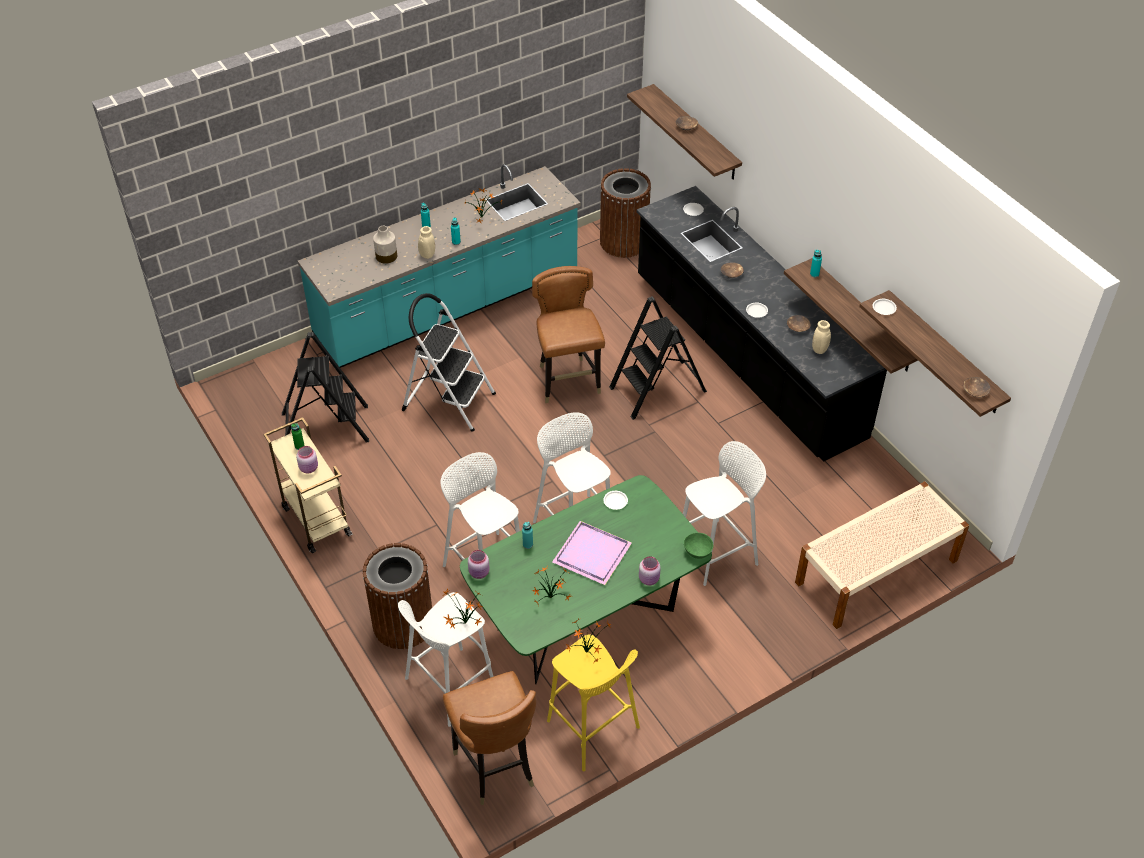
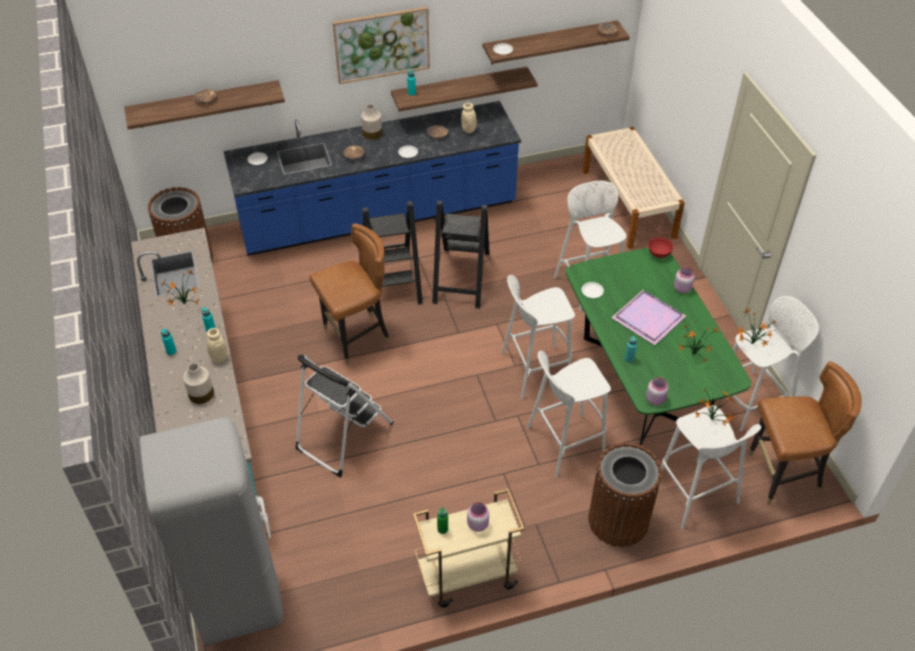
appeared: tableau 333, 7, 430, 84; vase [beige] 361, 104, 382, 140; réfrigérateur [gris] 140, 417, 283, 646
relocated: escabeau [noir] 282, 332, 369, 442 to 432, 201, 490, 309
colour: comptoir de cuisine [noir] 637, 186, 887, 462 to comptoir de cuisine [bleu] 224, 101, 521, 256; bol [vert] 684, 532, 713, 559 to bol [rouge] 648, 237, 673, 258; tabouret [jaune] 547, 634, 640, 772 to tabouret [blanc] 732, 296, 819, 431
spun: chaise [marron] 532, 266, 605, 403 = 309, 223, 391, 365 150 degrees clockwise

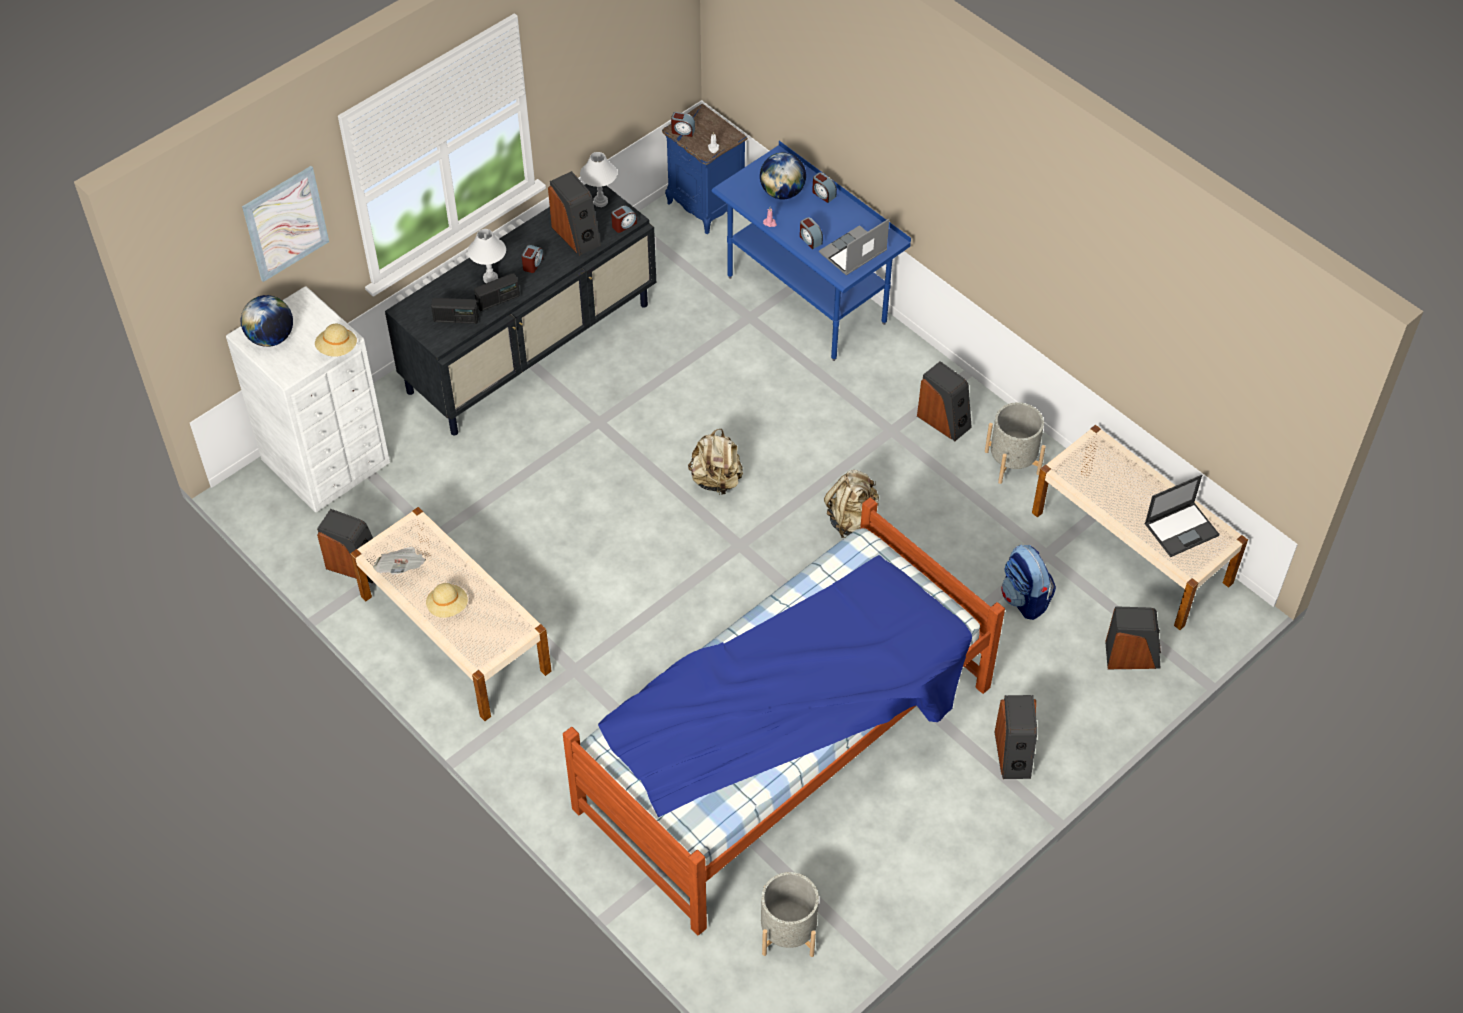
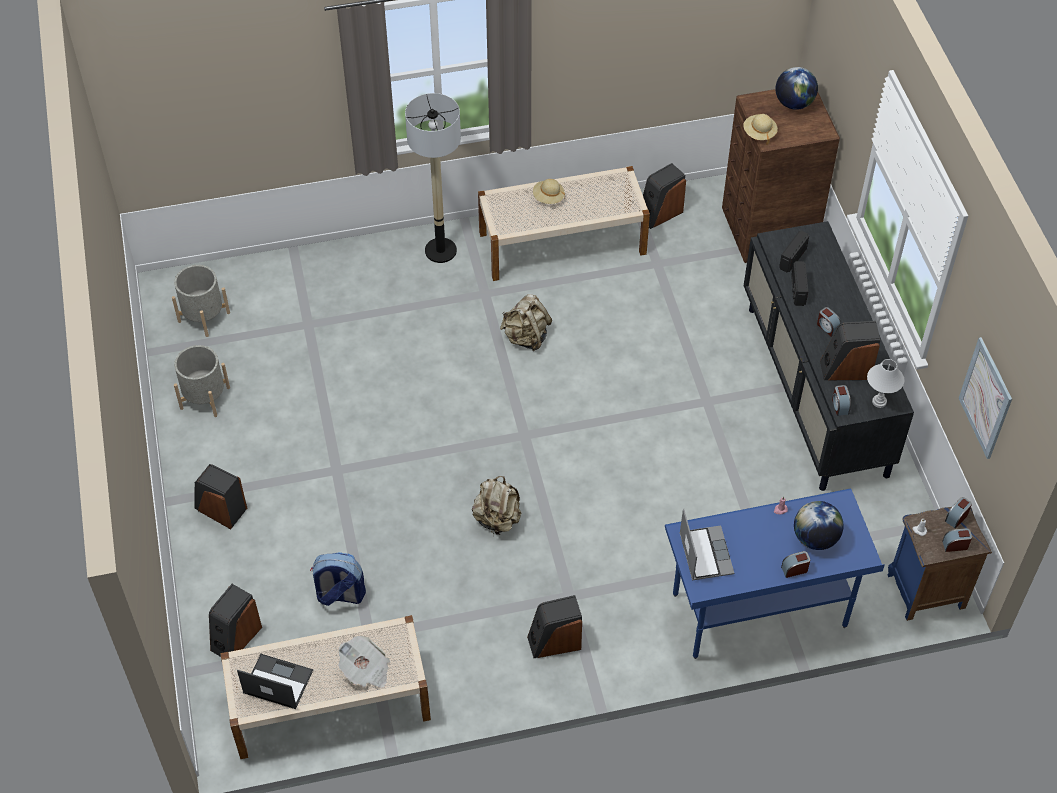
missing: lampe de table [blanc] 468, 229, 506, 283; lit 563, 497, 1005, 935
appeared: lampadaire 405, 93, 461, 263
relocated: tableau 242, 166, 329, 282 to 959, 337, 1012, 459; réveil 800, 217, 823, 249 to 943, 528, 972, 552; cache-pot [gris] 985, 402, 1046, 484 to 174, 345, 230, 417; sac à dos [beige] 688, 429, 743, 495 to 500, 294, 552, 351; journal 373, 546, 426, 575 to 338, 636, 390, 688
colour: commode [blanc] 226, 286, 390, 512 to commode [marron] 722, 89, 840, 263
spun: ordinateur portable 1144, 475, 1220, 557 = 237, 654, 313, 709 105 degrees clockwise

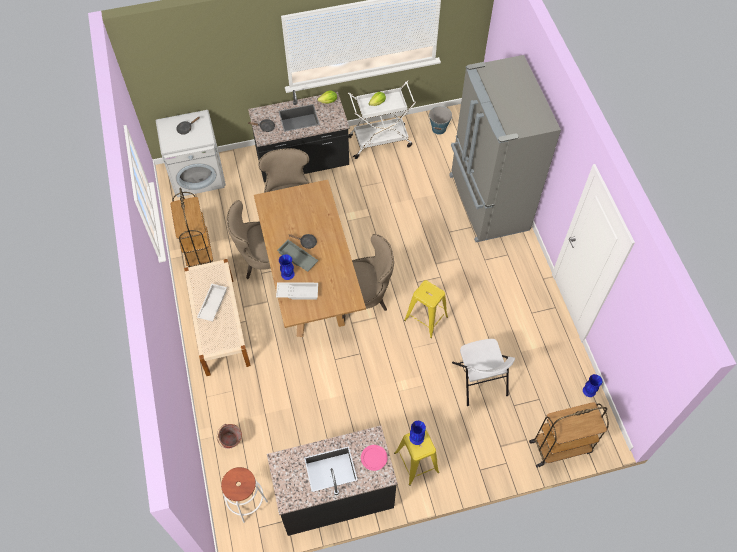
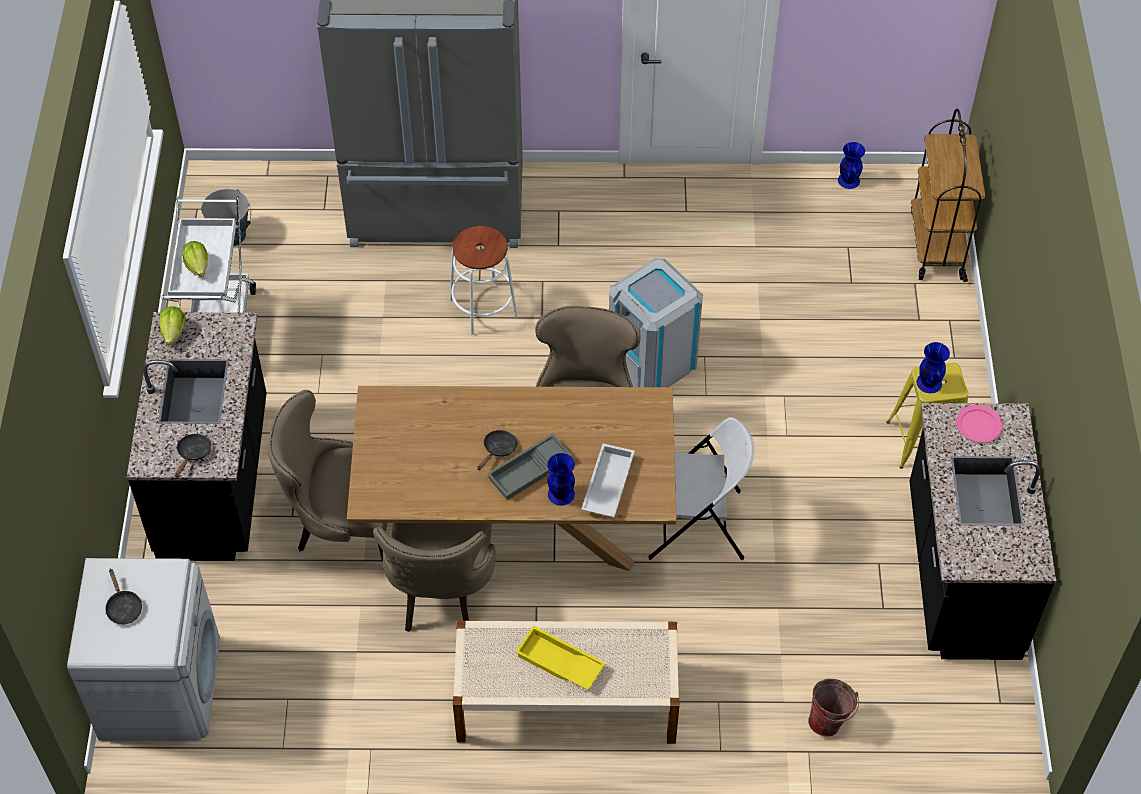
missing: chariot [marron] 171, 188, 213, 267
relocated: chaise [blanc] 452, 339, 515, 406 to 648, 417, 754, 561; tabouret [blanc] 221, 467, 268, 523 to 450, 226, 518, 335
exchanged: tabouret [jaune] 404, 280, 448, 338 to poubelle [gris] 609, 258, 703, 387
colour: plateau [blanc] 197, 284, 227, 322 to plateau [jaune] 516, 625, 606, 690

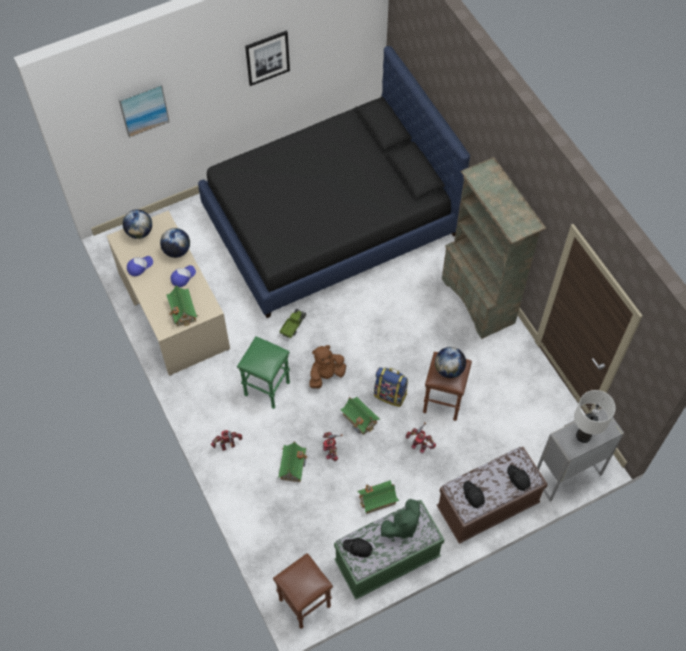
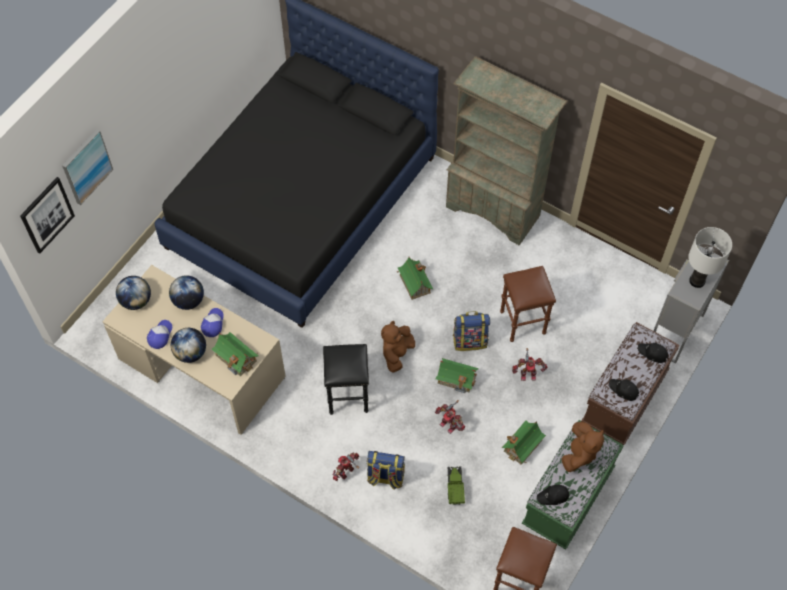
appeared: sac à dos 367, 451, 405, 490
relocated: tableau 245, 31, 290, 86 to 20, 177, 75, 254; camion jouet 280, 309, 306, 338 to 447, 466, 465, 505; globe 435, 347, 466, 378 to 171, 328, 206, 363; maison miniature 278, 440, 307, 482 to 397, 257, 433, 300
colour: tabouret [vert] 237, 336, 290, 409 to tabouret [noir] 323, 344, 369, 415; peluche [vert] 381, 499, 421, 538 to peluche [marron] 562, 421, 604, 472

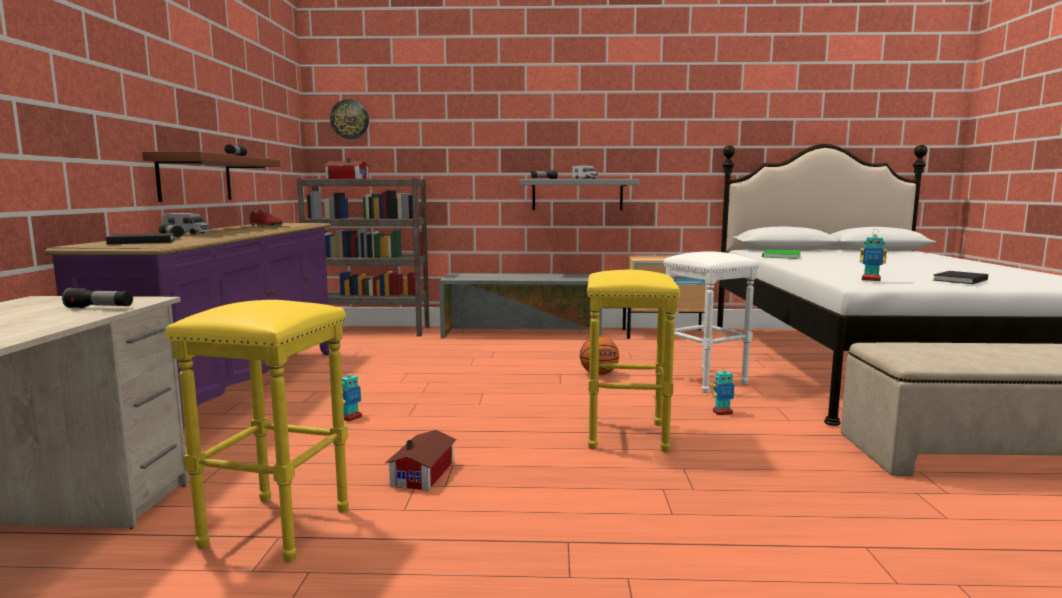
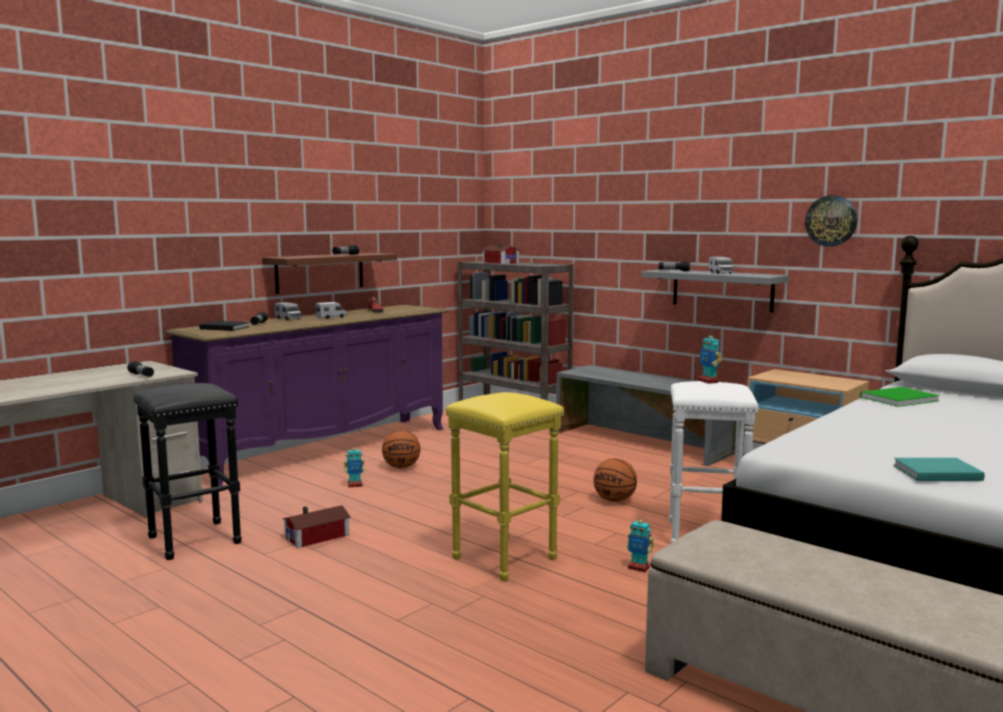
appeared: camion jouet 315, 302, 347, 319; ballon de basket 382, 430, 420, 469
relocated: horloge murale 330, 99, 369, 139 to 805, 195, 857, 246; robot jouet 860, 229, 887, 281 to 698, 335, 722, 384
colour: livre [noir] 933, 271, 988, 284 to livre [turquoise] 893, 458, 985, 481; tabouret [jaune] 166, 300, 349, 562 to tabouret [noir] 134, 383, 242, 560

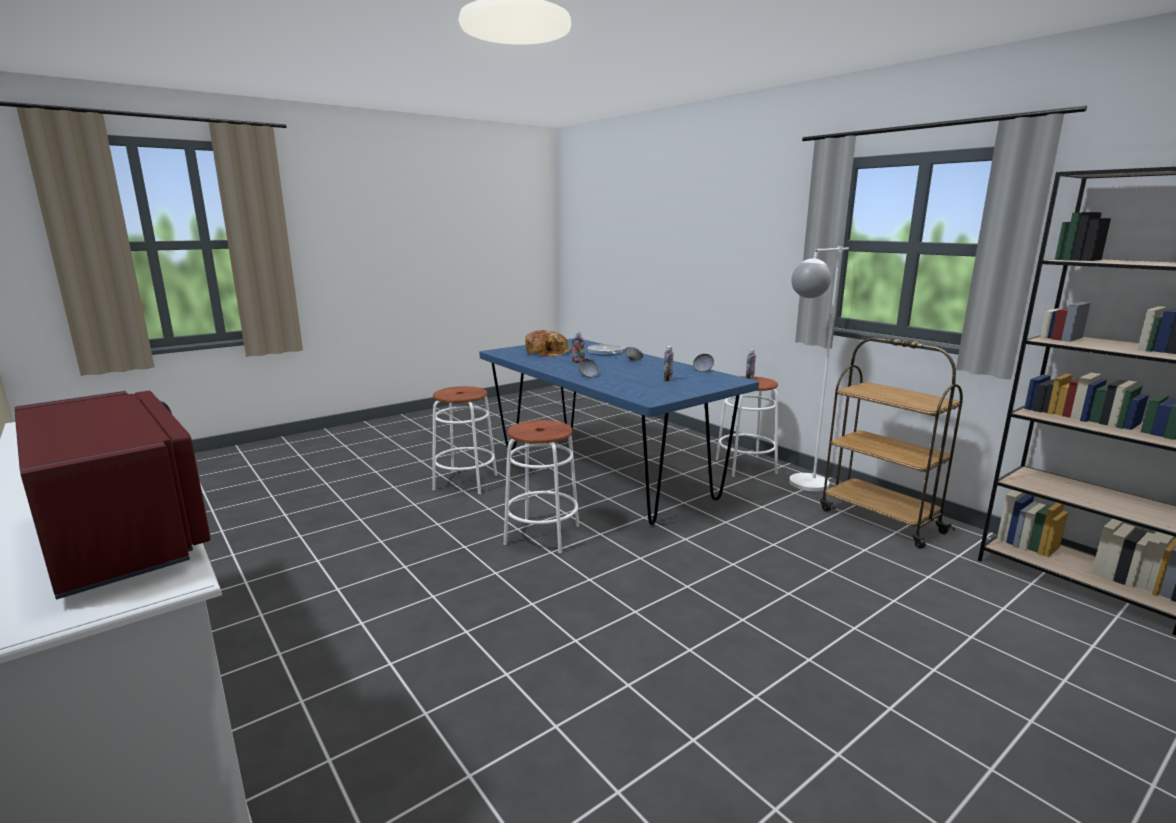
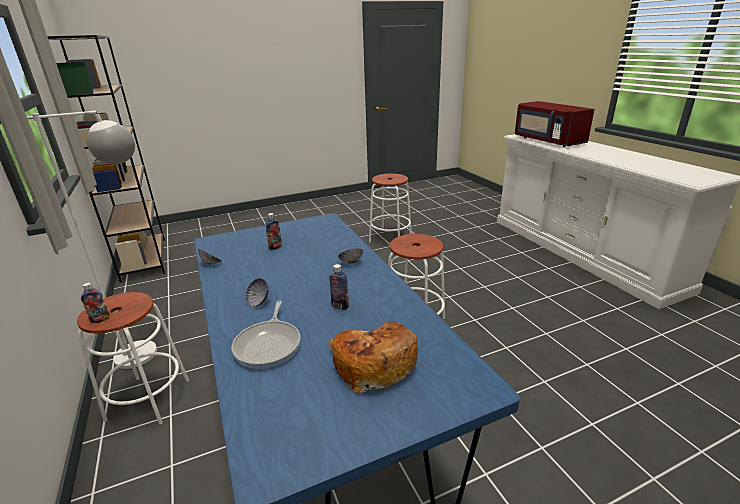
missing: chariot [marron] 820, 338, 963, 549
relocated: tabouret [blanc] 432, 386, 497, 494 to 369, 173, 412, 243

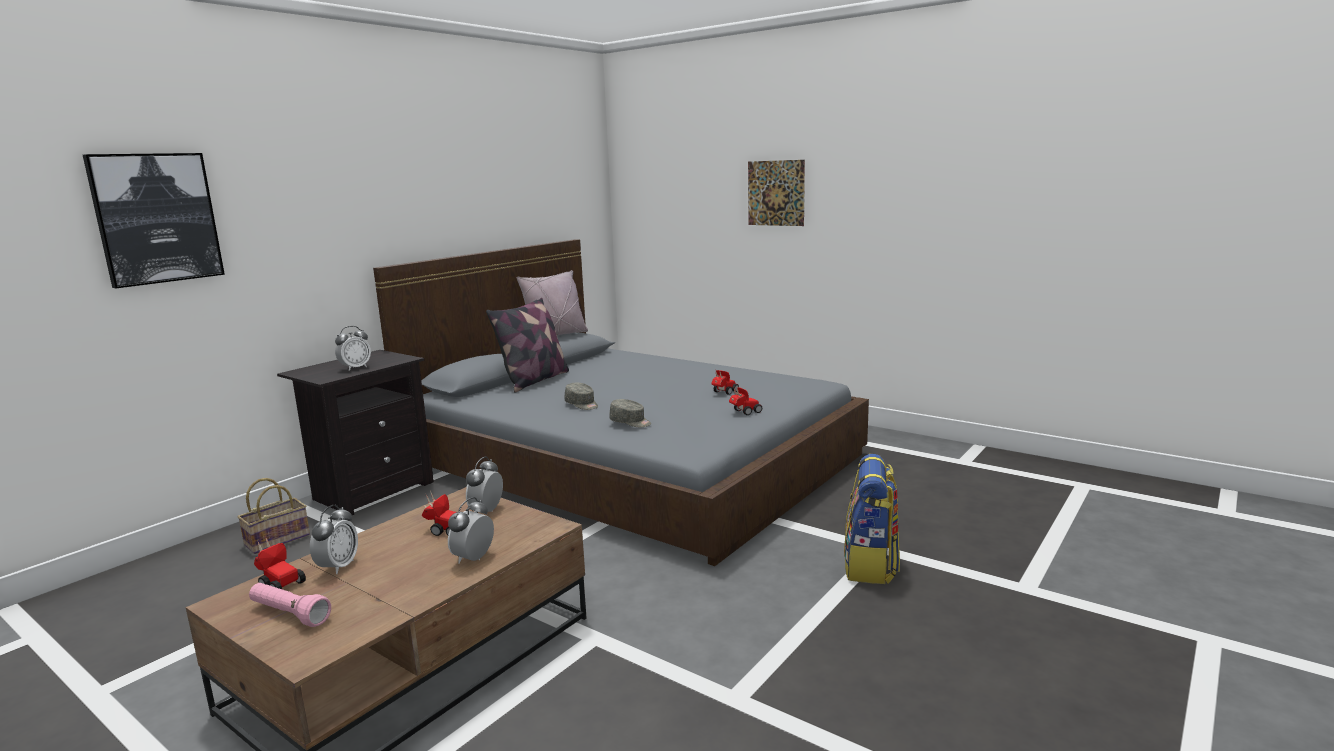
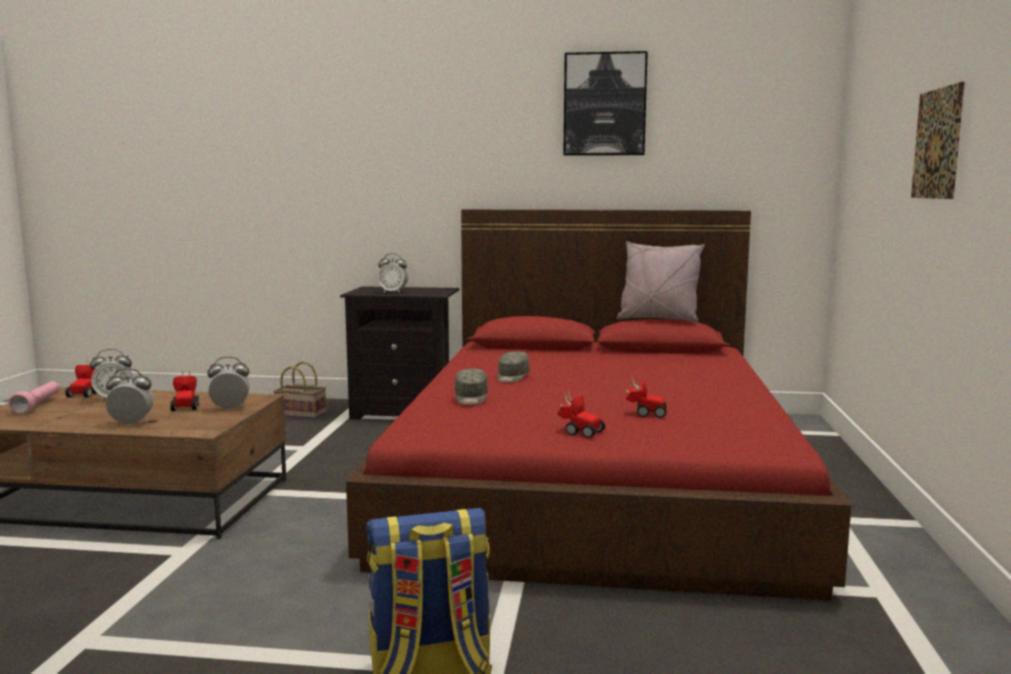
missing: coussin 486, 298, 569, 392
relocated: tableau 83, 153, 225, 288 to 563, 51, 648, 156
colour: lit [gris] 373, 239, 869, 566 to lit [rouge] 346, 209, 851, 601

